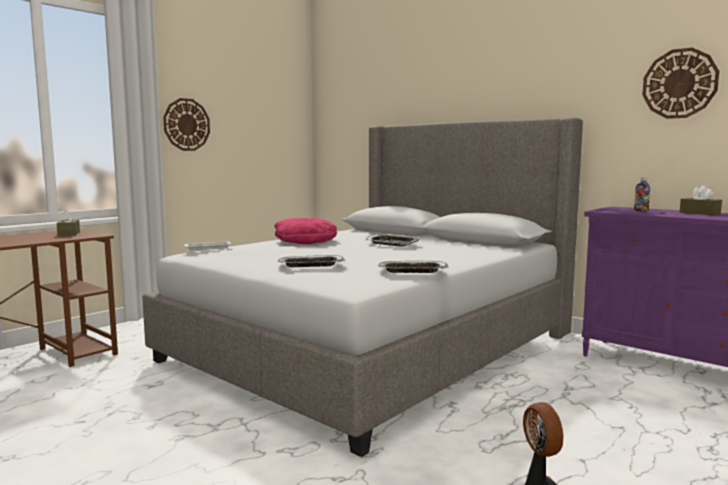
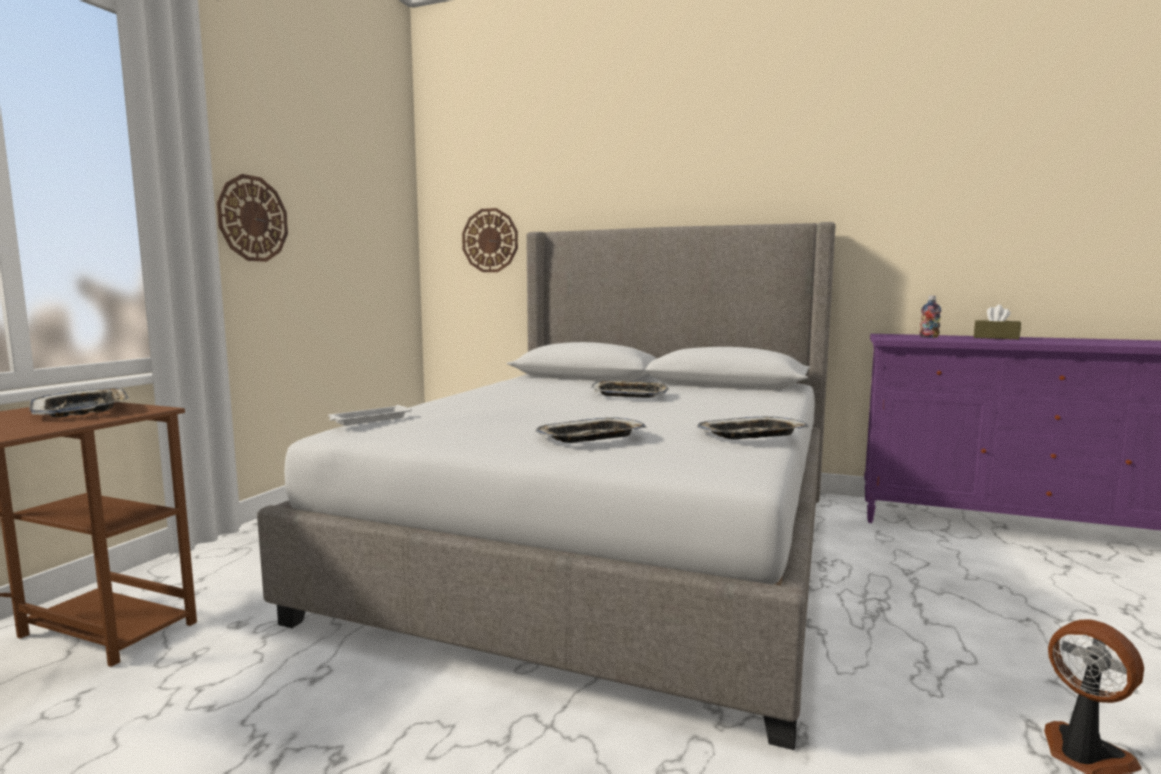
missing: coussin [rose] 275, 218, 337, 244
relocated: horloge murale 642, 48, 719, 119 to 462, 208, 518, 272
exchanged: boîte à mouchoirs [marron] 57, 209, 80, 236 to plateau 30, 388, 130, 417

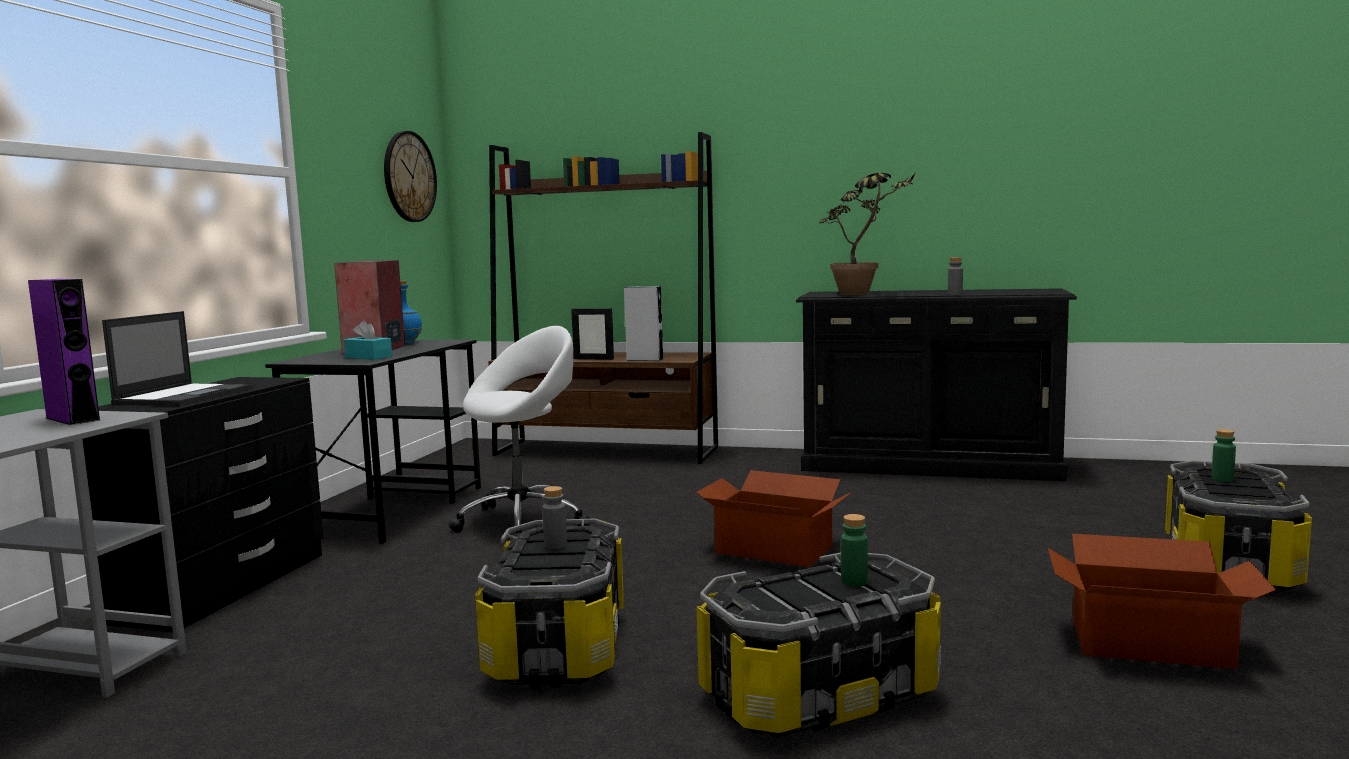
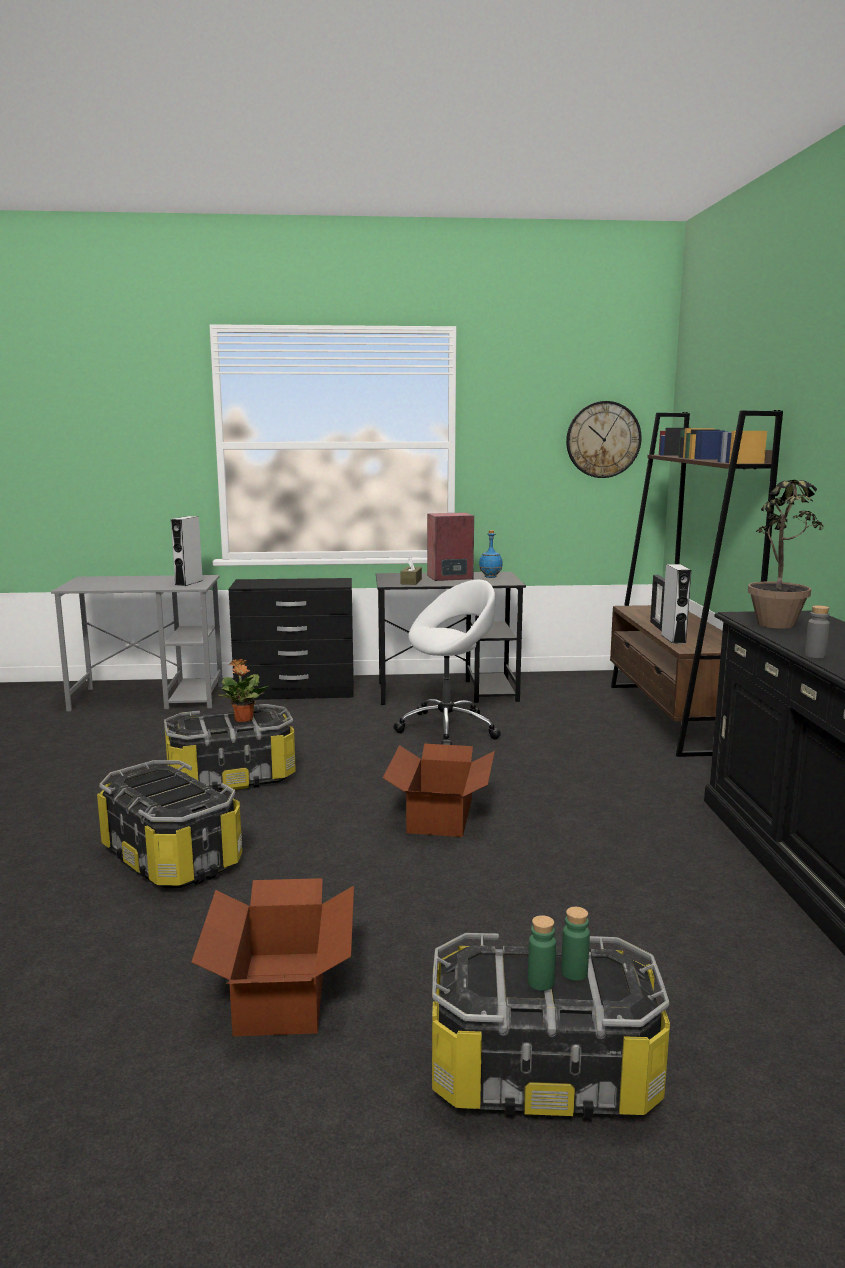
missing: ordinateur portable 102, 311, 253, 406
relocated: bouteille [vert] 841, 514, 868, 587 to 528, 915, 556, 991
exchanged: bouteille [gris] 542, 486, 567, 549 to plante en pot 218, 659, 268, 722
colour: enceinte [violet] 28, 279, 101, 425 to enceinte [gris] 171, 516, 203, 586; boîte à mouchoirs [turquoise] 344, 321, 392, 360 to boîte à mouchoirs [marron] 401, 557, 422, 585
spun: chaise de bureau [blanc] 449, 326, 590, 540 = 393, 580, 501, 745 60 degrees counterclockwise

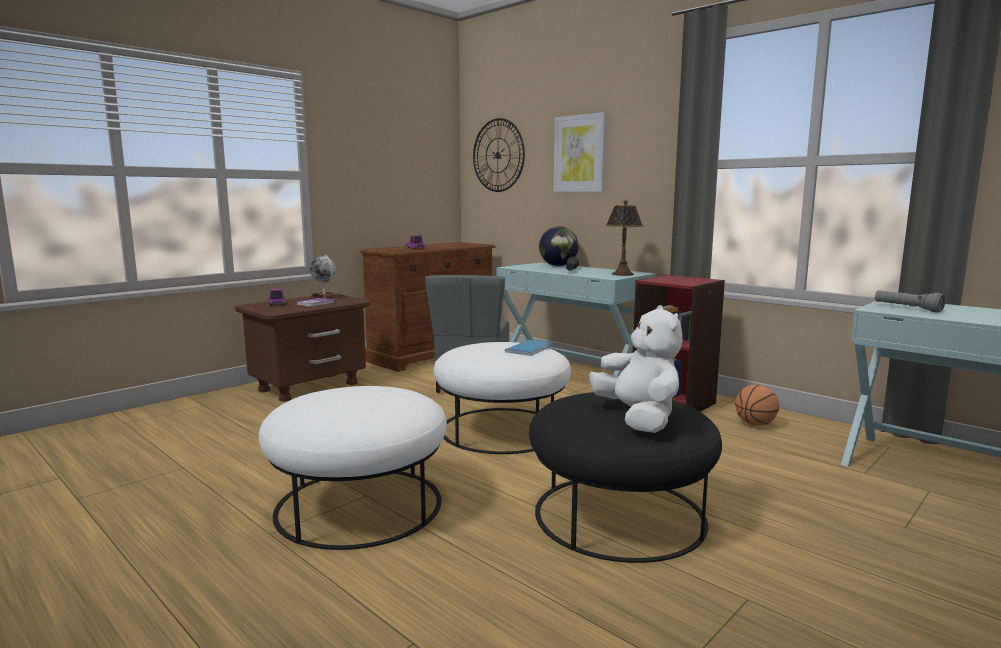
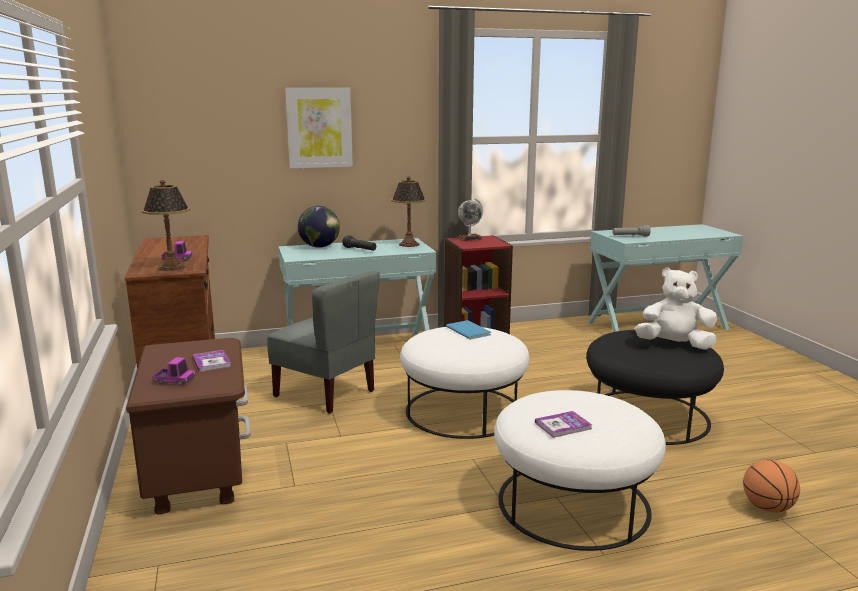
missing: horloge murale 473, 118, 525, 192
appeared: lampe de table 142, 180, 190, 271; livre 535, 411, 592, 438
relocated: globe 310, 255, 338, 299 to 457, 199, 483, 241; ballon de basket 735, 385, 779, 426 to 743, 459, 800, 513

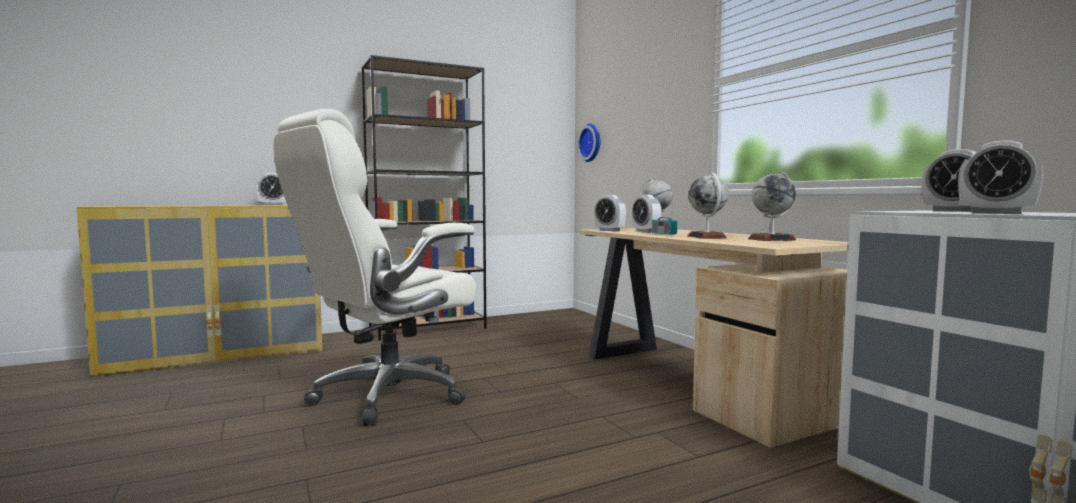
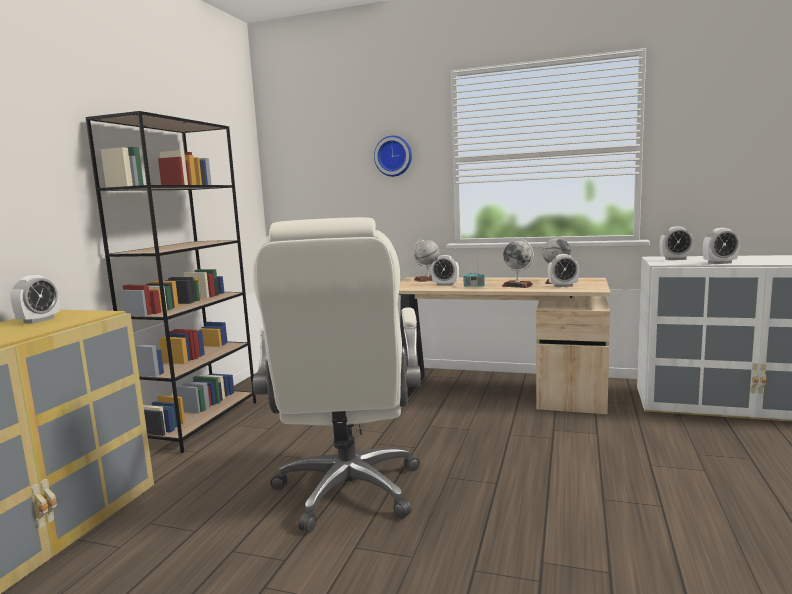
relocated: horloge murale 577, 124, 600, 162 to 374, 136, 412, 177; réveil 594, 195, 626, 231 to 548, 254, 579, 287

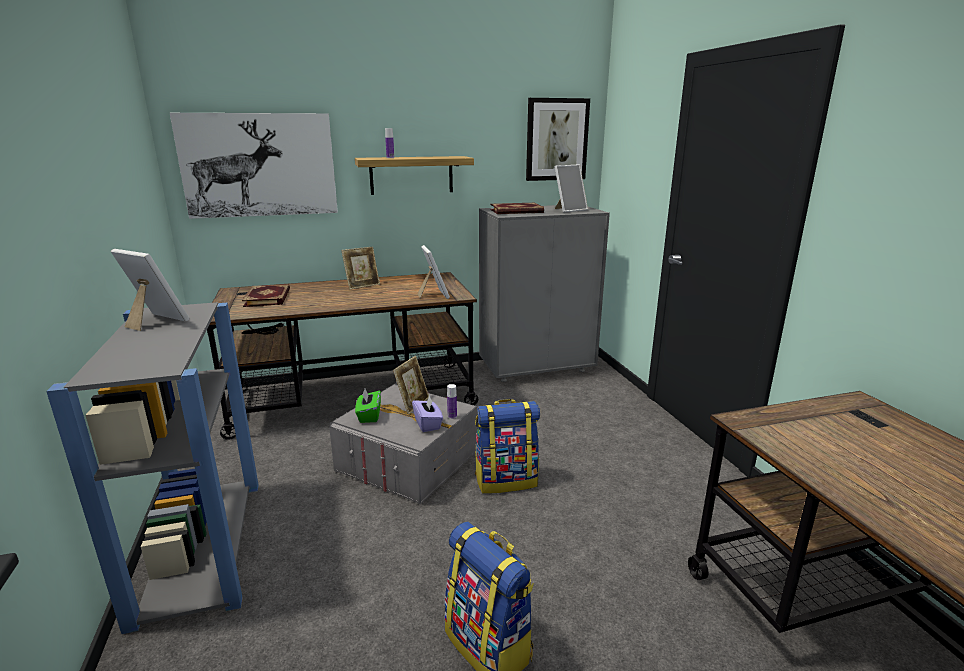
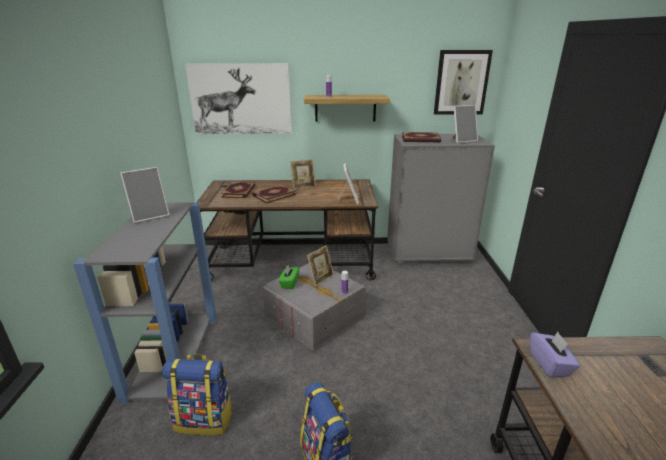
appeared: livre 252, 185, 297, 204
relocated: boîte à mouchoirs [violet] 412, 395, 443, 432 to 530, 332, 580, 378; sac à dos 475, 399, 540, 494 to 162, 354, 233, 435
spun: cadre photo 111, 249, 189, 331 = 120, 167, 170, 223 105 degrees clockwise

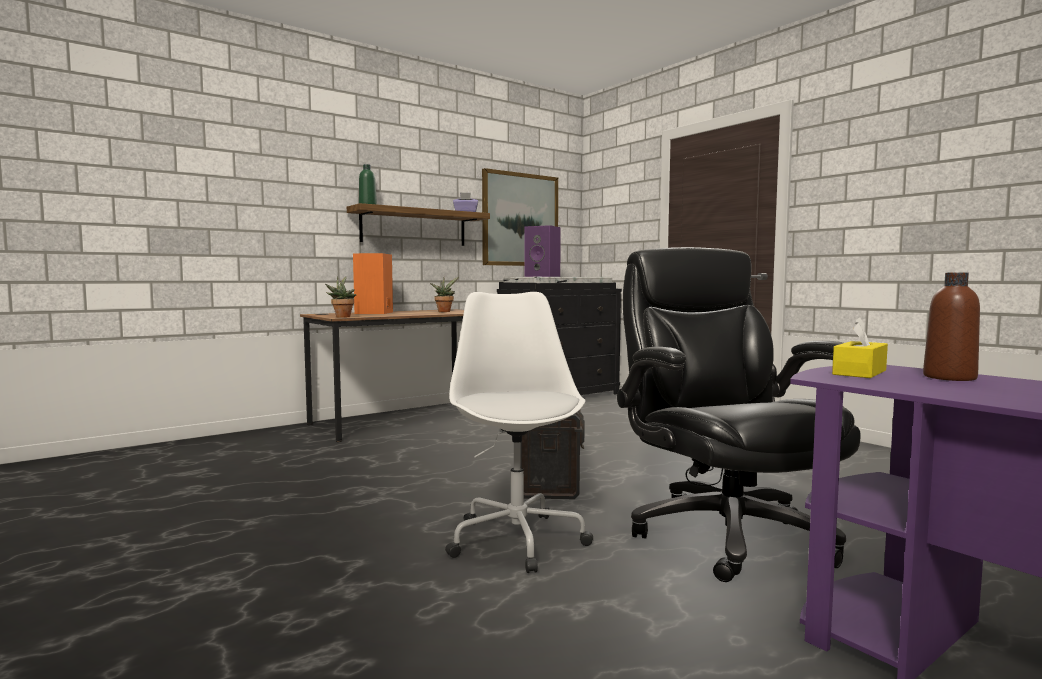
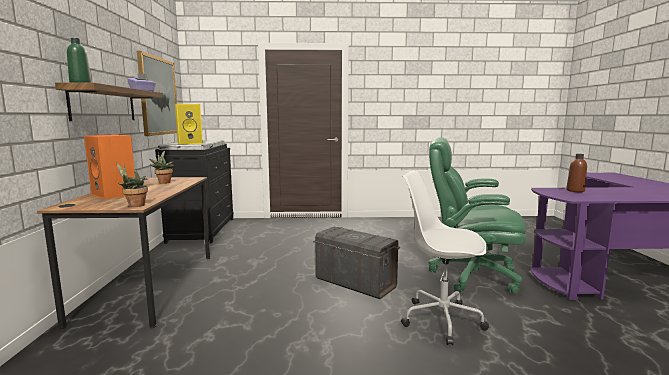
missing: boîte à mouchoirs [jaune] 832, 317, 888, 378
colour: enceinte [violet] 525, 225, 561, 277 to enceinte [jaune] 175, 104, 203, 144; chaise de bureau [noir] 617, 247, 861, 582 to chaise de bureau [vert] 429, 137, 526, 294

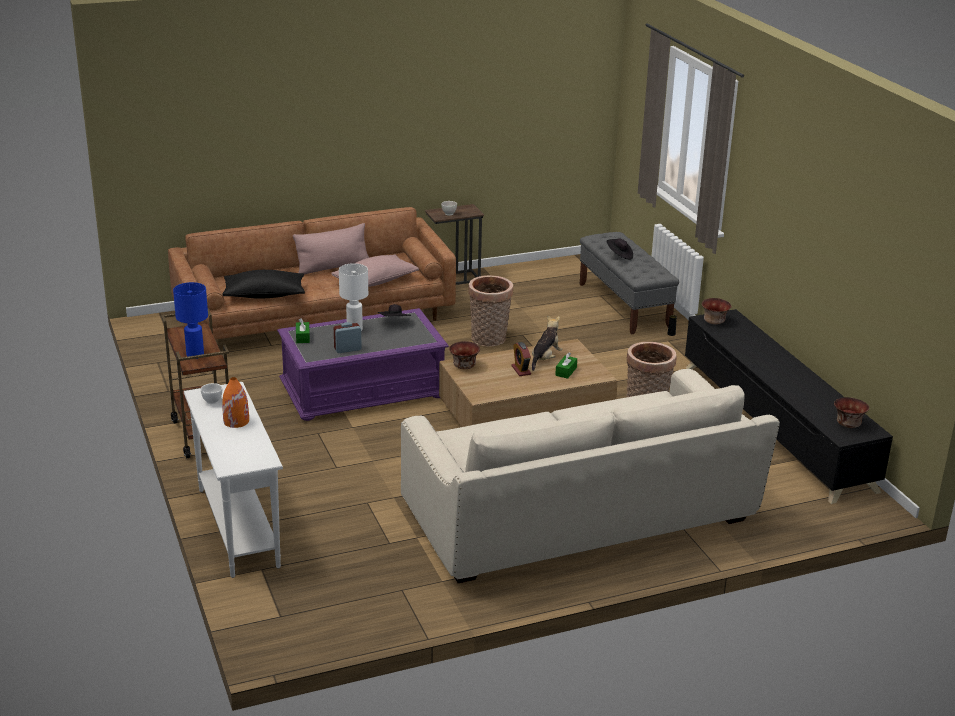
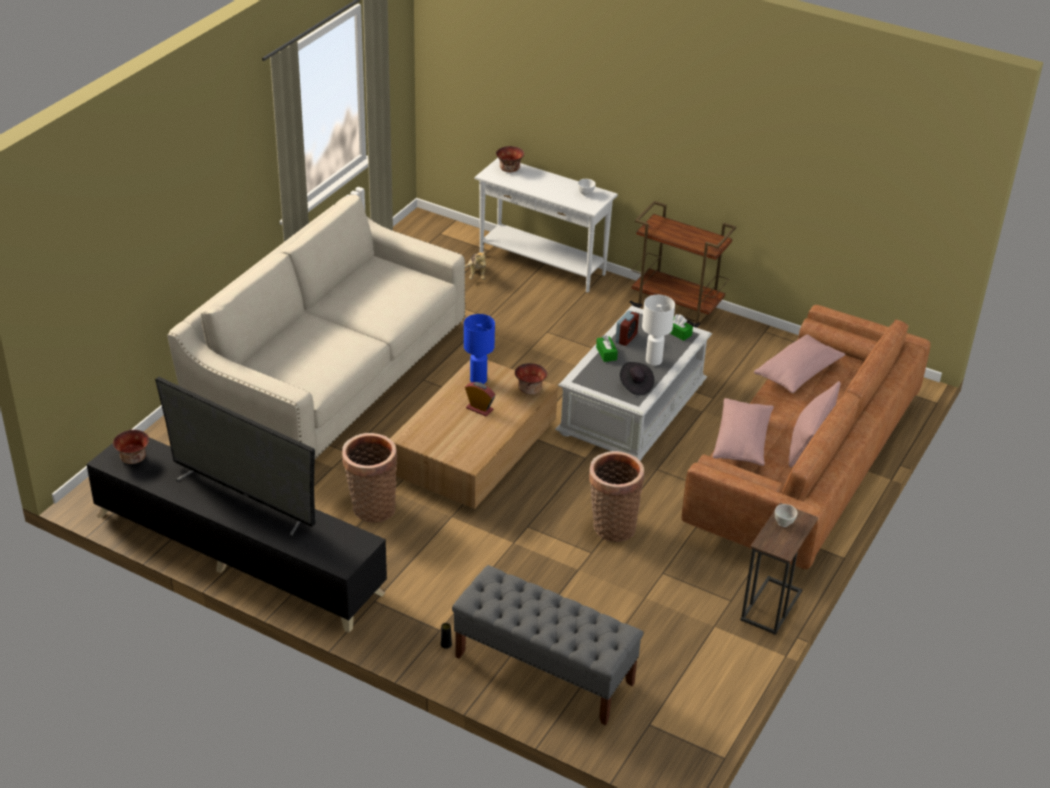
missing: chapeau [noir] 606, 238, 633, 260; vase [orange] 222, 377, 249, 428
appeared: téléviseur 155, 377, 315, 536
relocated: lampe de table [bleu] 173, 282, 208, 359 to 464, 314, 495, 384; bol 702, 298, 731, 324 to 496, 146, 524, 172; peluche 532, 315, 562, 371 to 465, 251, 486, 280; boîte à mouchoirs [vert] 555, 352, 577, 379 to 596, 335, 618, 362
colour: coussin [noir] 222, 270, 305, 299 to coussin [rose] 754, 334, 846, 393; table basse [violet] 277, 308, 449, 421 to table basse [blanc] 555, 306, 712, 461

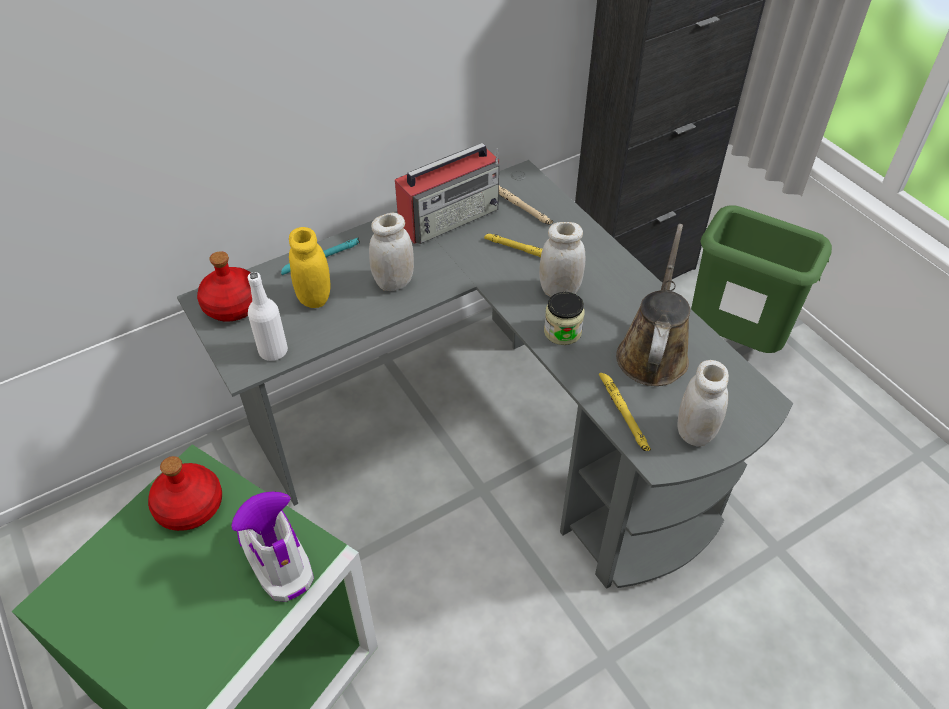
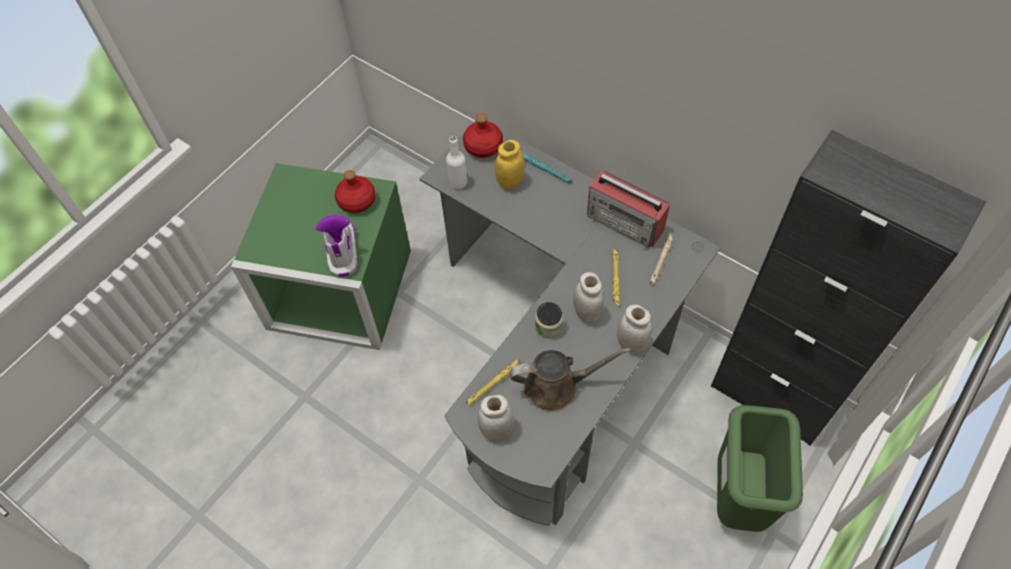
relocated: bocal [blanc] 369, 213, 414, 291 to 617, 304, 652, 353
spun: botte 232, 492, 314, 602 = 315, 215, 357, 277 45 degrees counterclockwise

